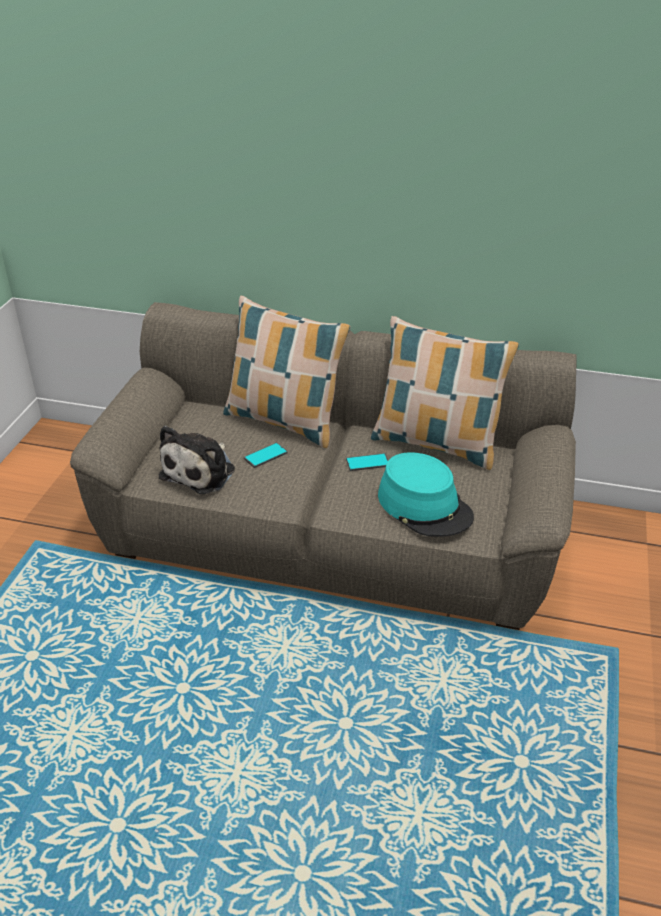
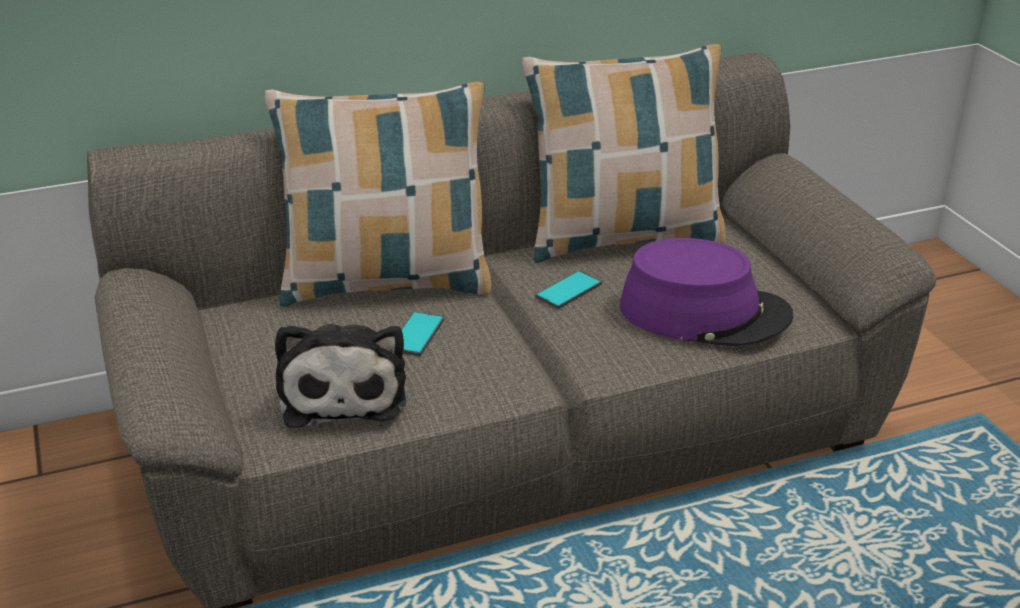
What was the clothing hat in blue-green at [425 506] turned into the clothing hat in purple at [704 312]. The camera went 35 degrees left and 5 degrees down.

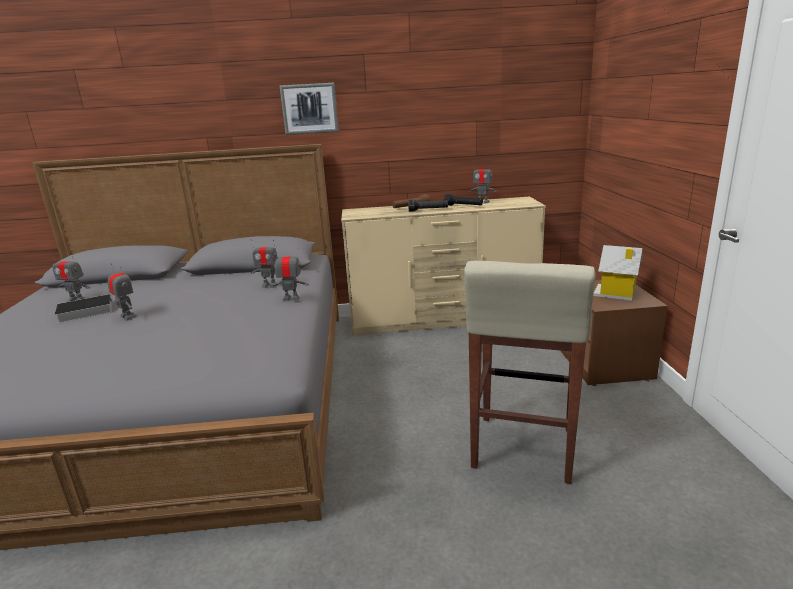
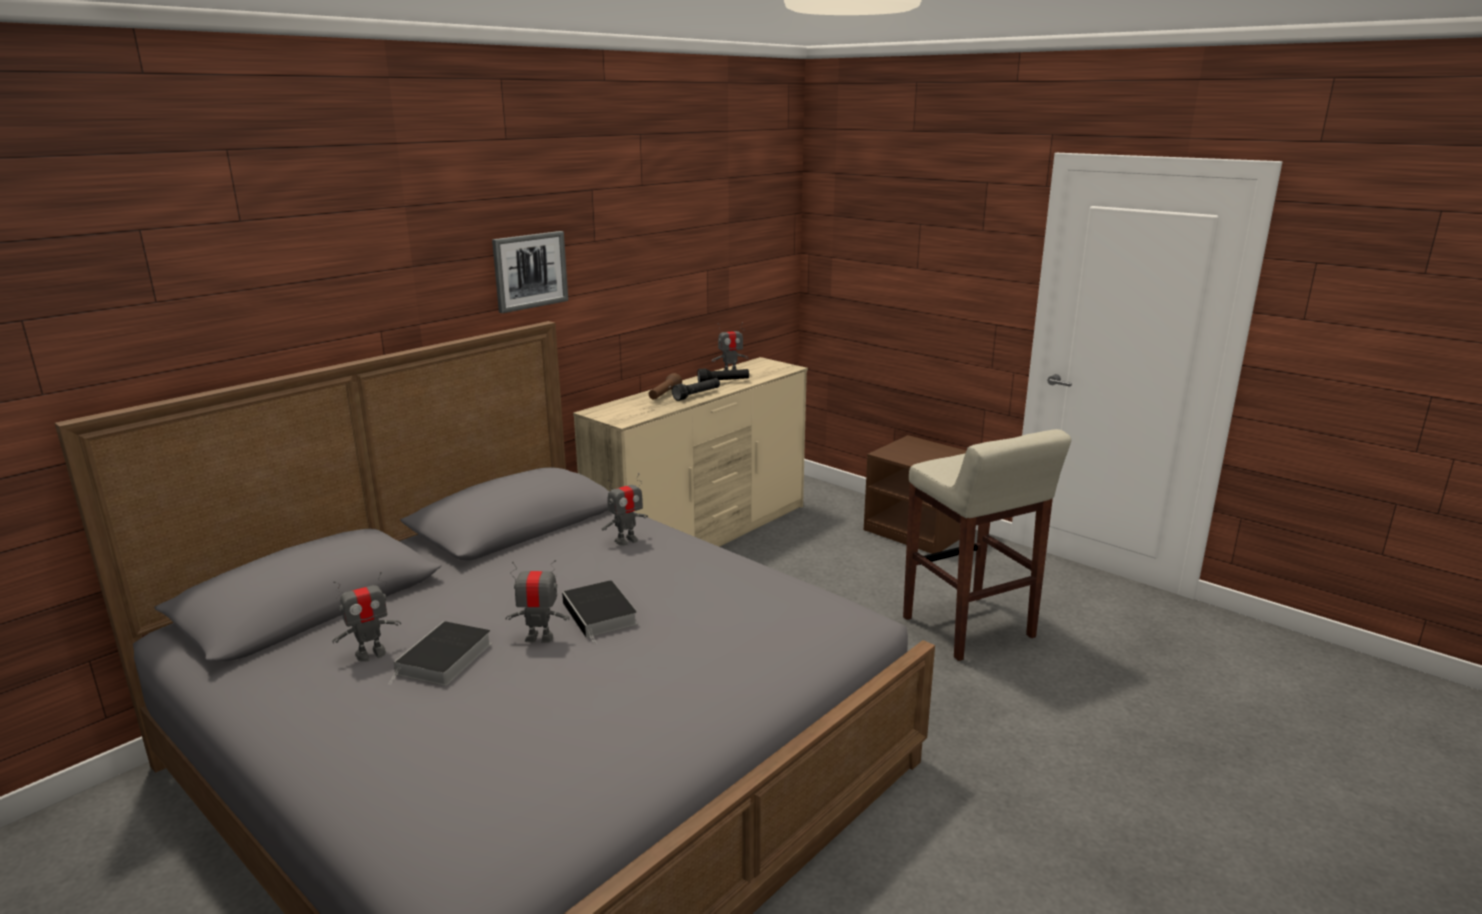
The second view lost the toy robot at [291 298]. The second view lost the model house at [616 293]. The second view gained the book at [601 615]. The camera went 45 degrees left and 0 degrees up.

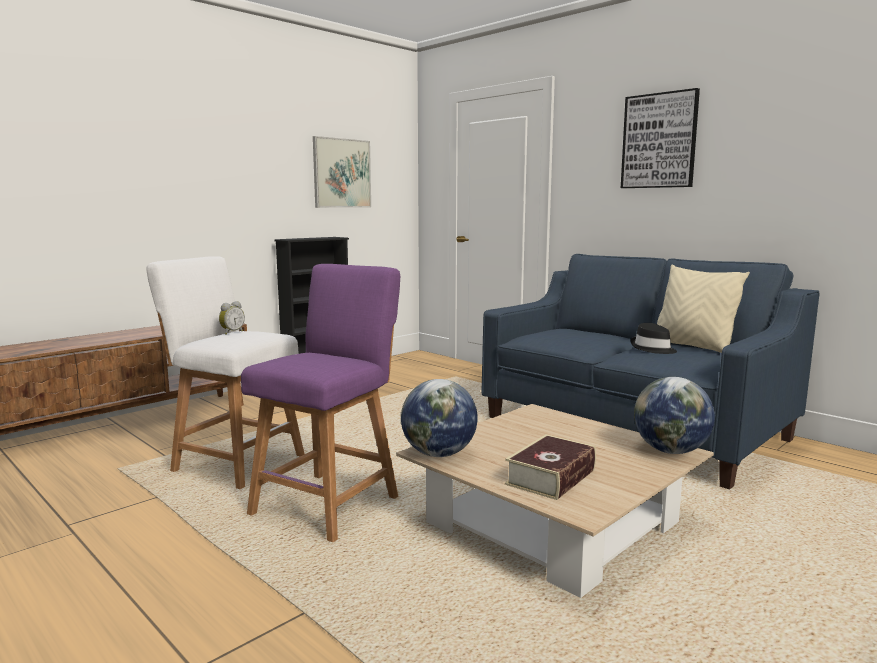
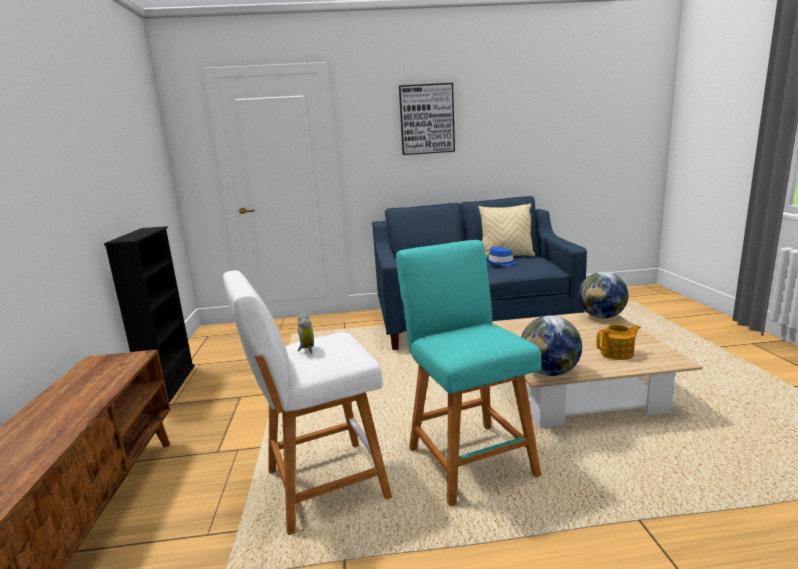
The second view lost the wall picture at [342 173]. Where the book stood at [551 477], the teapot came to stand at [618 353]. What was the stool in purple at [330 503] turned into the stool in blue-green at [468 458]. What was the clothing hat in black-coloured at [653 348] turned into the clothing hat in blue-coloured at [501 263]. The camera went 50 degrees left and 5 degrees up.

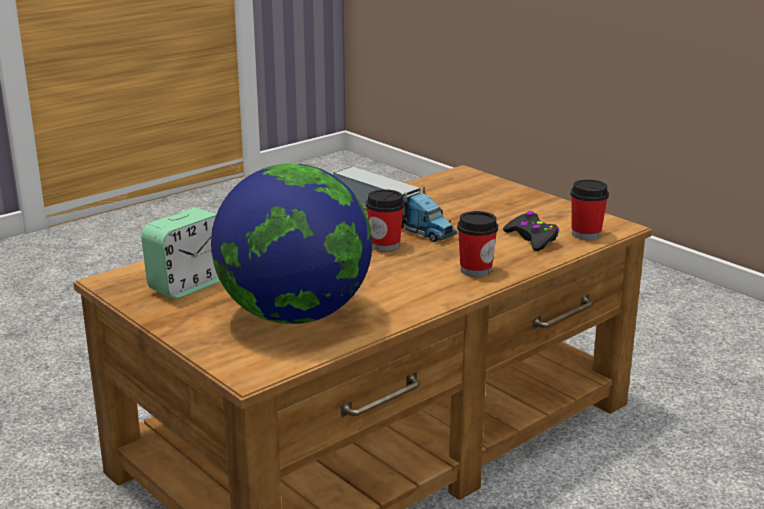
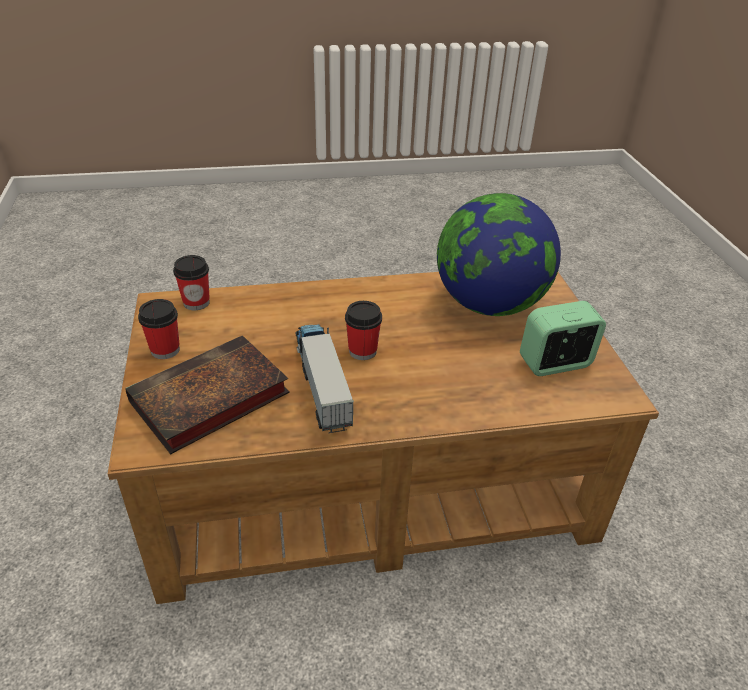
The second view lost the gamepad in black-coloured at [532 239]. The second view gained the book at [207 400]. The small cup ended up elsewhere, having gone from [476 270] to [165 350]. The camera went 150 degrees left and 15 degrees up.

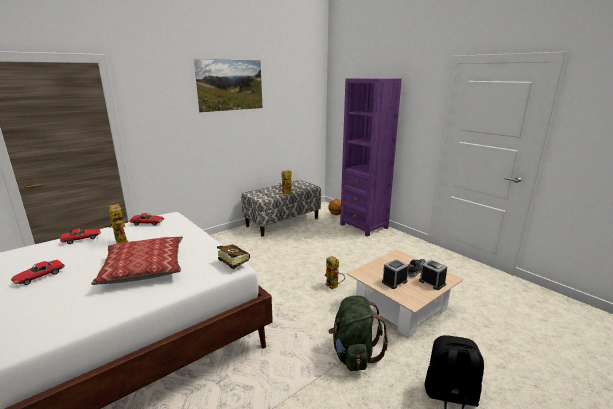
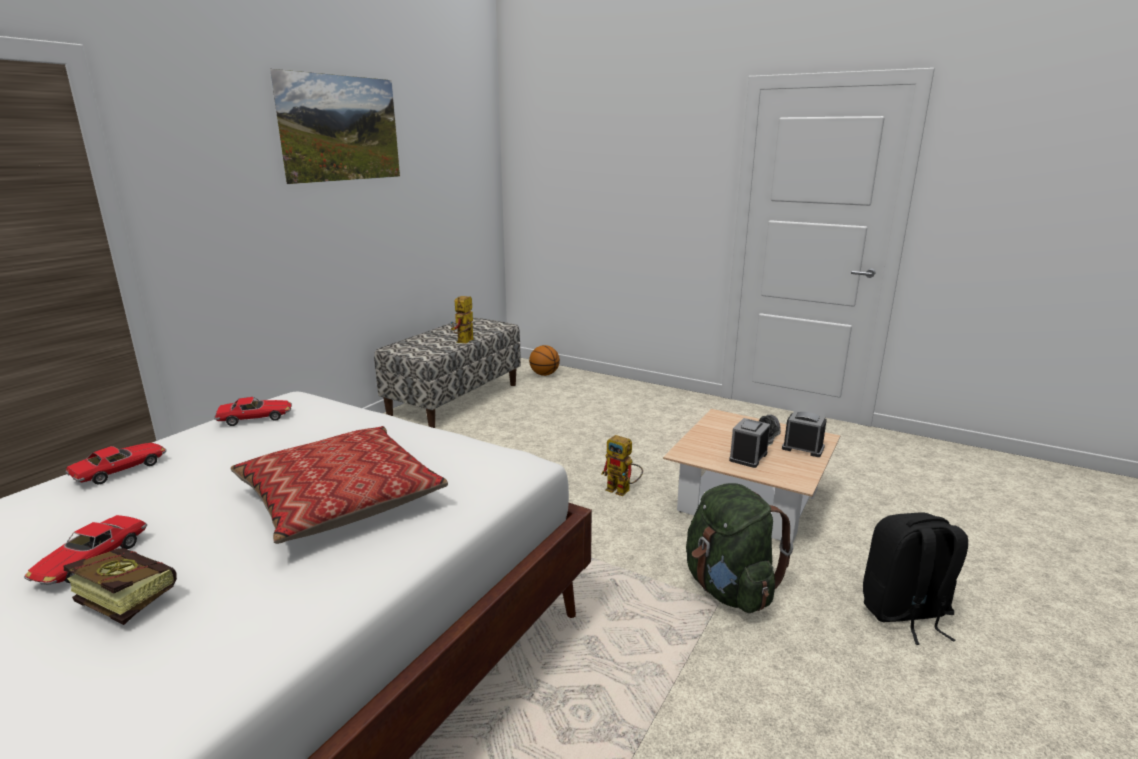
The second view lost the toy robot at [119 241]. The second view lost the bookshelf in purple at [364 226]. The book ended up elsewhere, having gone from [231 262] to [122 599]. The camera went 20 degrees left and 0 degrees up.

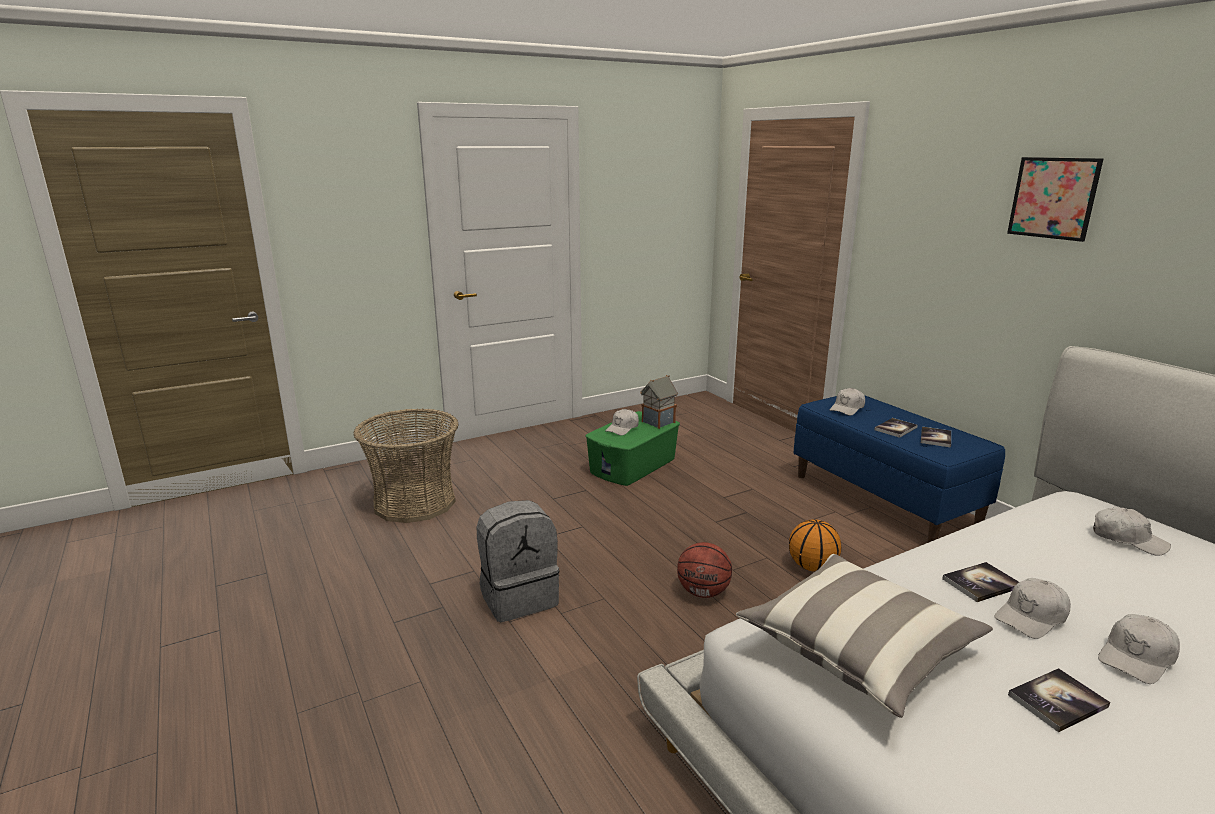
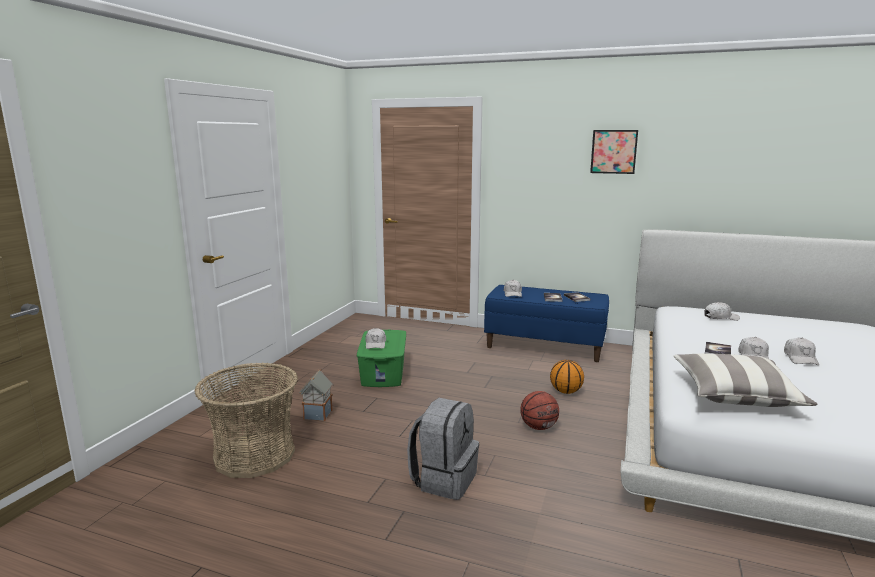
The second view lost the book at [1057 701]. The model house ended up elsewhere, having gone from [658 422] to [318 415]. The camera went 40 degrees left and 5 degrees down.

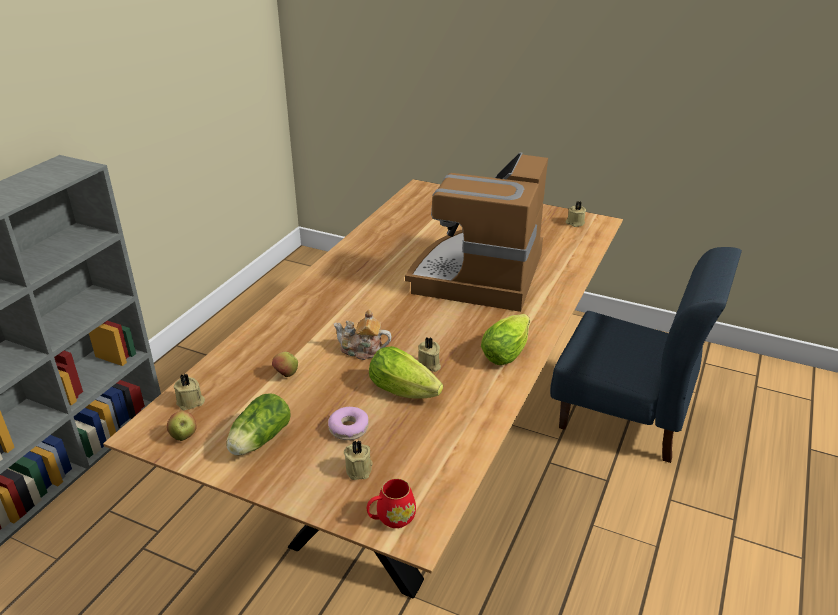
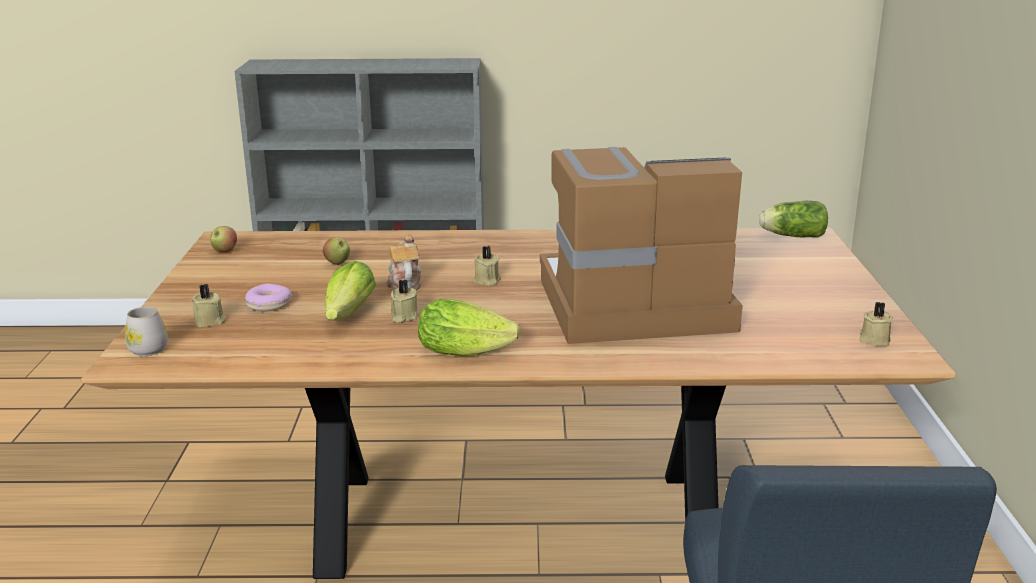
The wax light in sand-coloured ended up elsewhere, having gone from [190 402] to [487 281]. The head of lettuce ended up elsewhere, having gone from [258 441] to [791 236]. What was the mug in red-coloured at [391 518] turned into the mug in white-coloured at [145 348]. The camera went 65 degrees right and 10 degrees down.

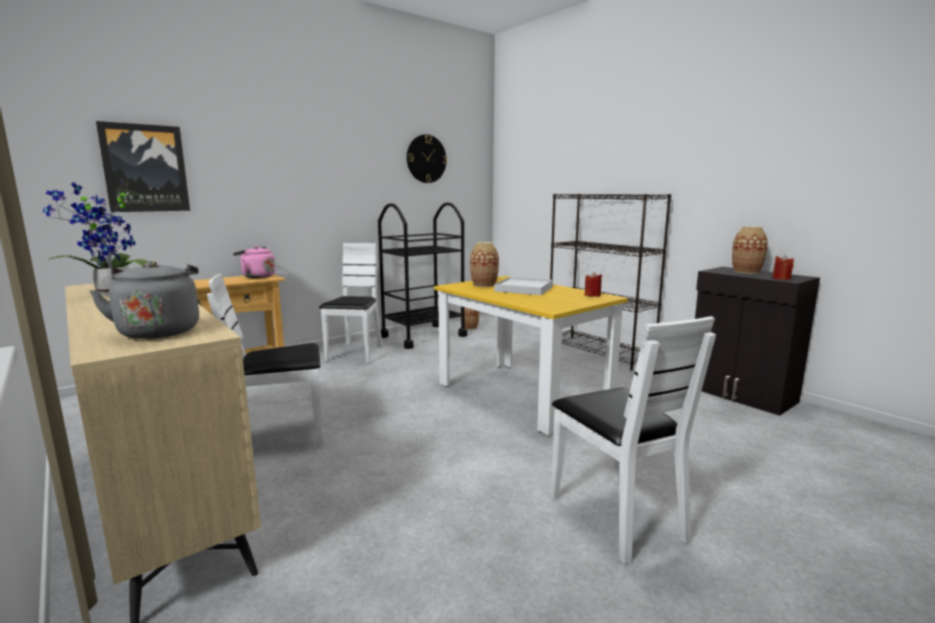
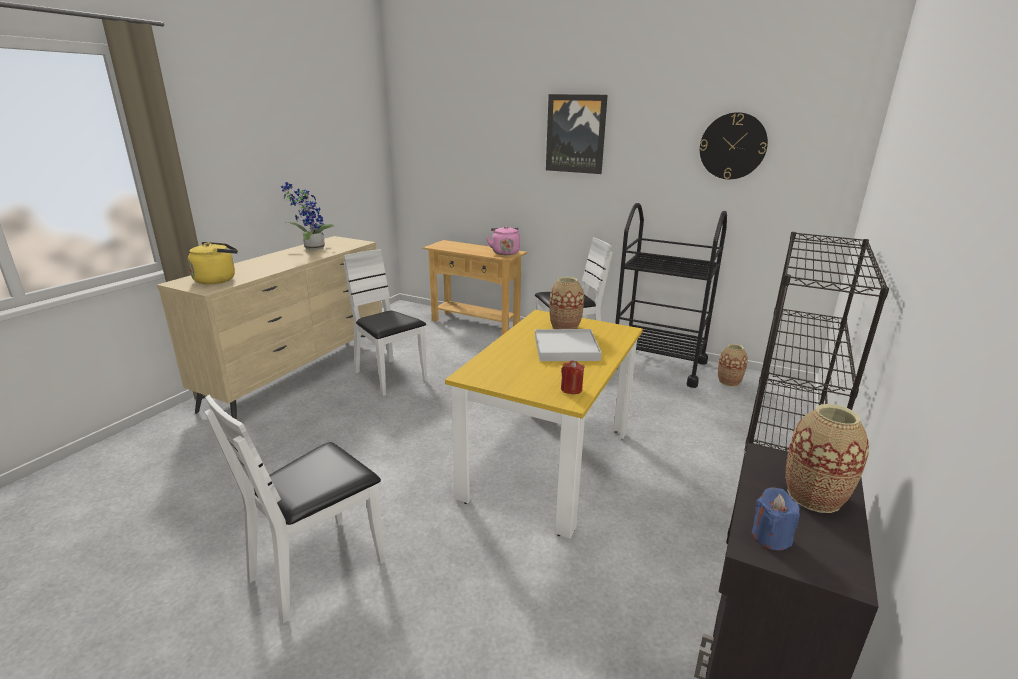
The wall picture ended up elsewhere, having gone from [145 168] to [576 134]. What was the kettle in grey at [160 331] turned into the kettle in yellowish at [218 279]. What was the wax light in red-coloured at [781 278] turned into the wax light in blue-coloured at [770 537]. The camera went 65 degrees right and 10 degrees up.

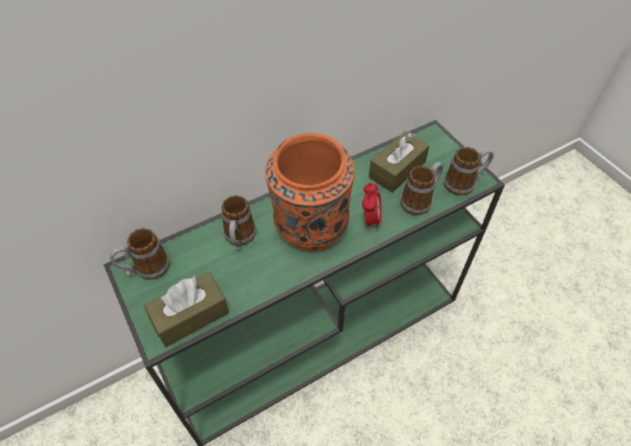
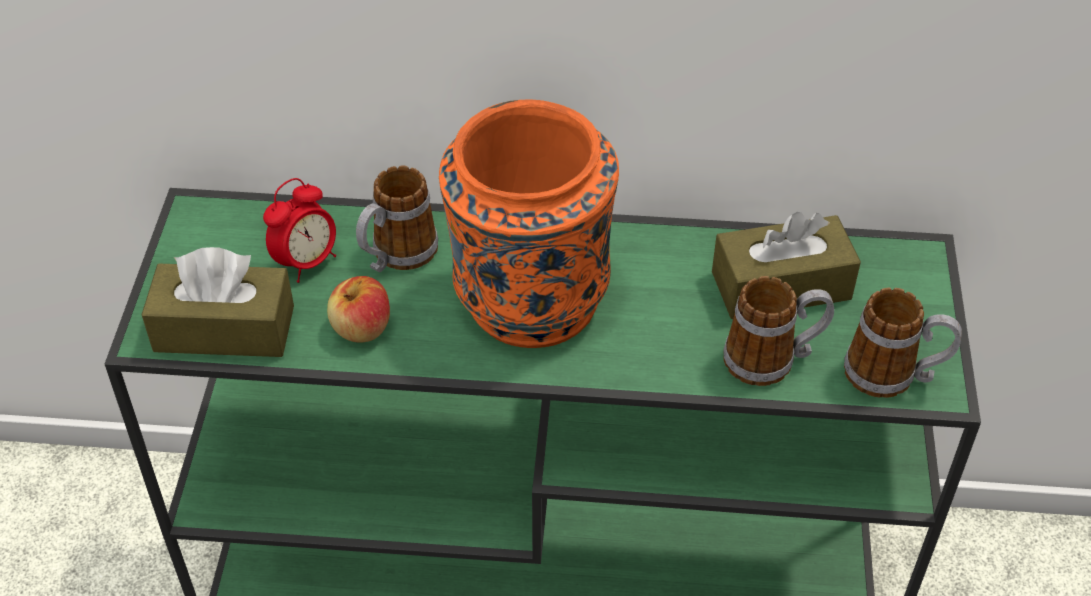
The second view lost the mug at [146 269]. The second view gained the apple at [361 328]. The bedside clock ended up elsewhere, having gone from [370 220] to [306 262]. The camera went 35 degrees right and 5 degrees down.

